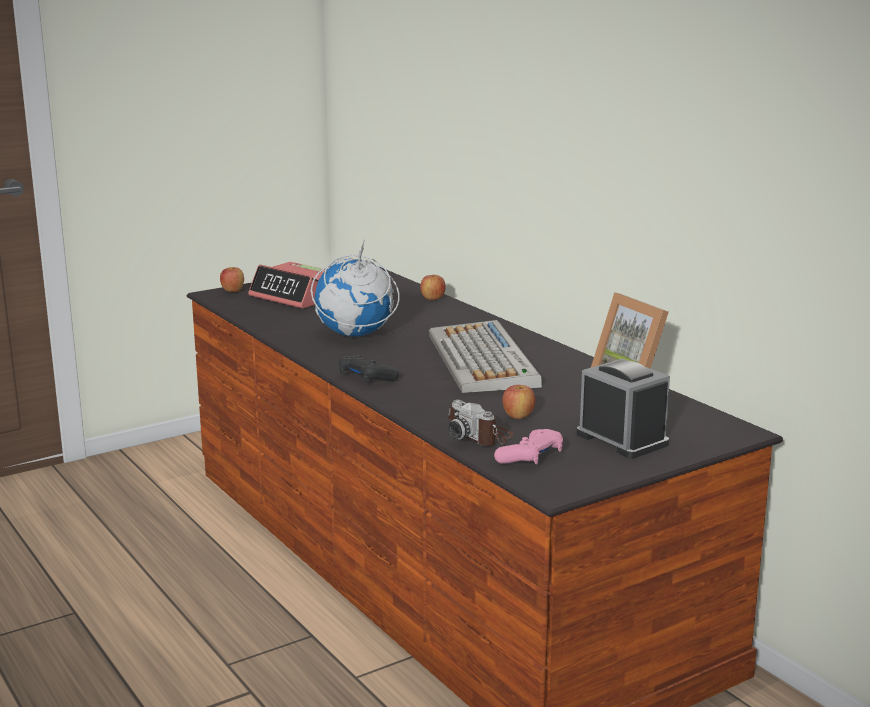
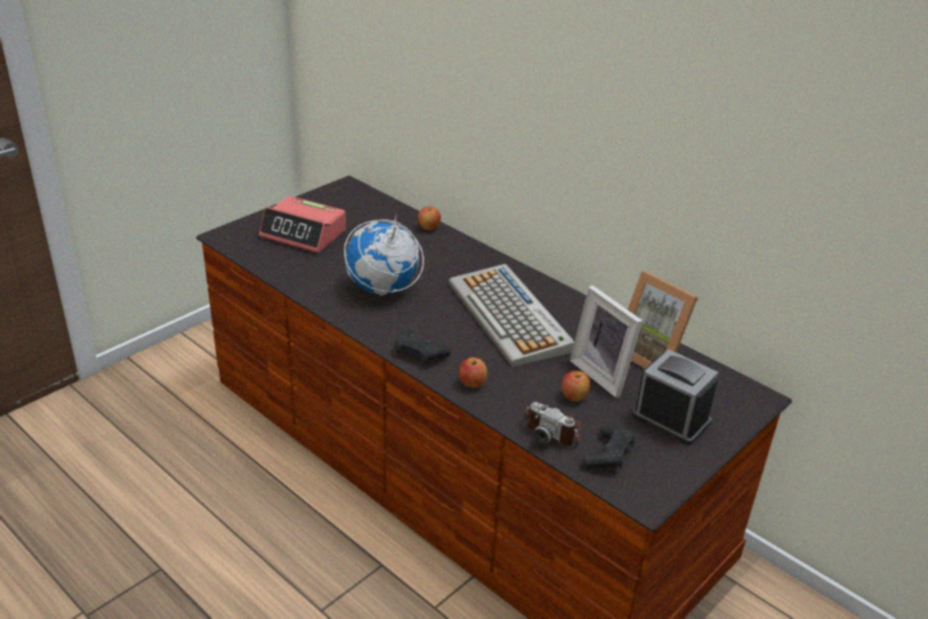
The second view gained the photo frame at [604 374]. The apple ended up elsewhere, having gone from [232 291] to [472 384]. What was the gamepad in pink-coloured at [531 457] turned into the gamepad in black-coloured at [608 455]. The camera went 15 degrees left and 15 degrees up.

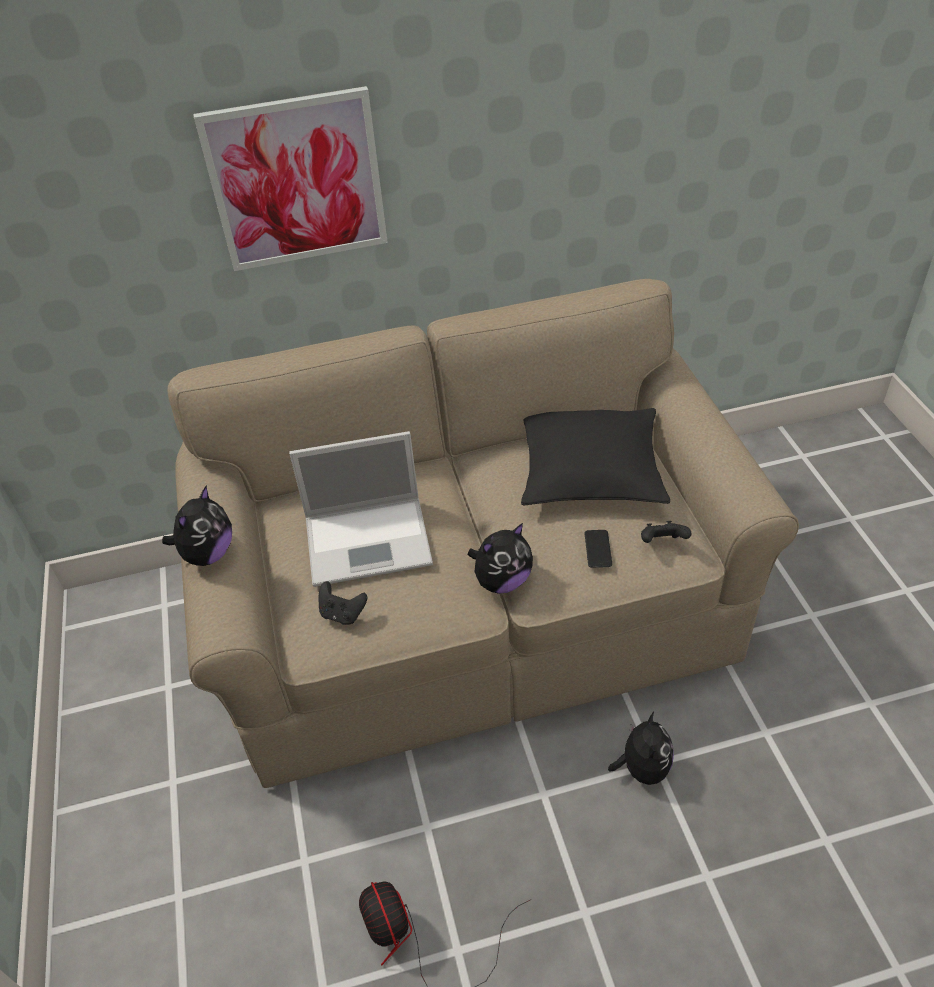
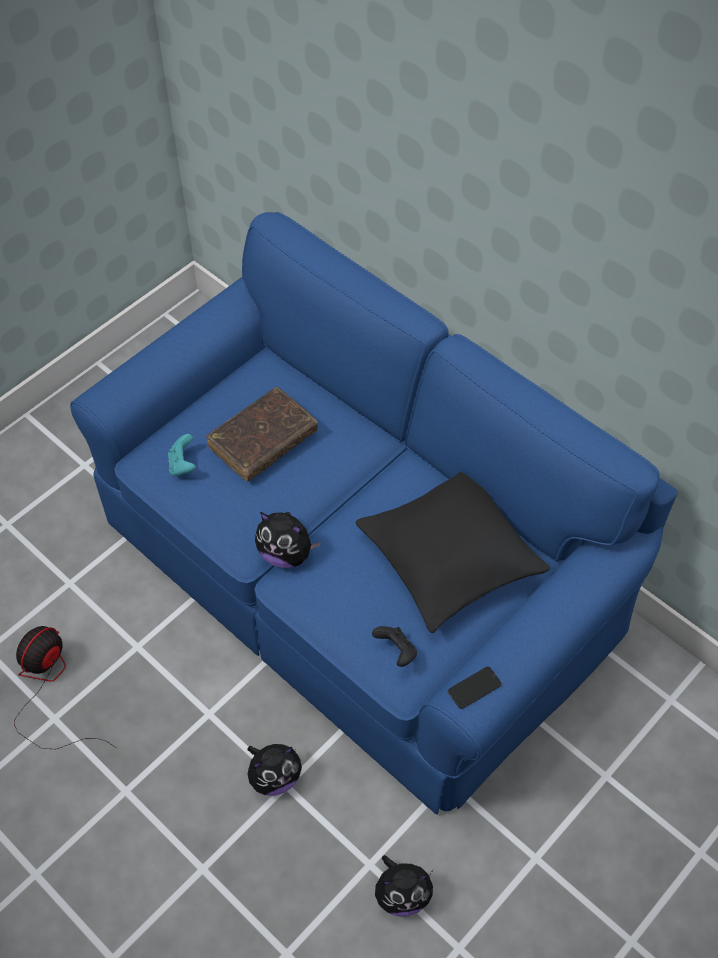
The second view lost the wall picture at [296 181]. The plush toy ended up elsewhere, having gone from [207 554] to [402 894]. The telephone ended up elsewhere, having gone from [598 549] to [474 688]. Where the notebook computer stood at [370 540], the book in brown-coloured came to stand at [263 441]. What was the settee in sand-coloured at [476 607] turned into the settee in blue-coloured at [360 571]. What was the gamepad in black-coloured at [342 614] turned into the gamepad in blue-green at [183 465]. The camera went 55 degrees right and 10 degrees up.

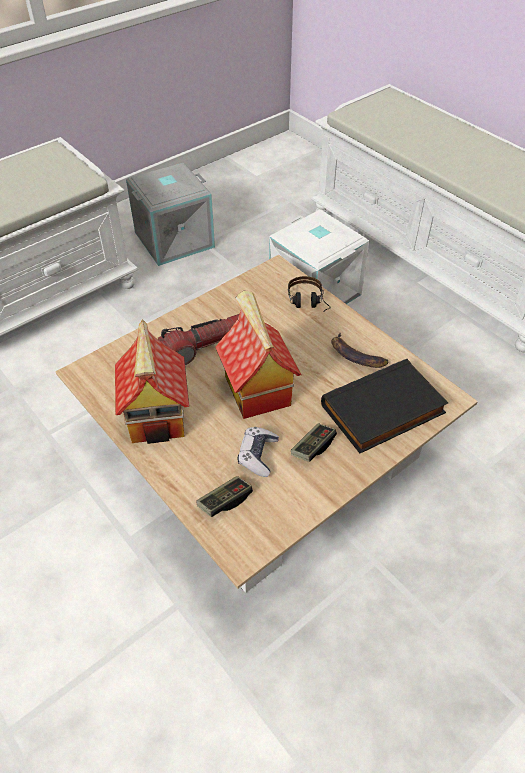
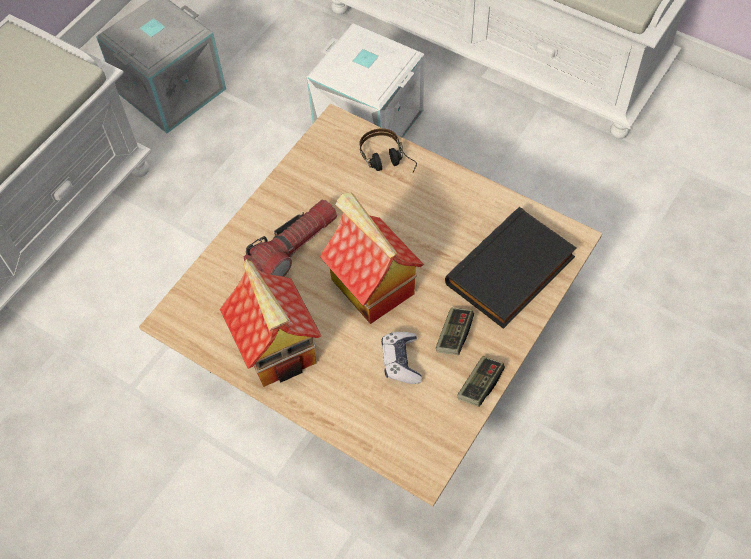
The second view lost the banana fruit at [355 356]. The gamepad ended up elsewhere, having gone from [225 501] to [480 385]. The camera went 15 degrees left and 10 degrees up.

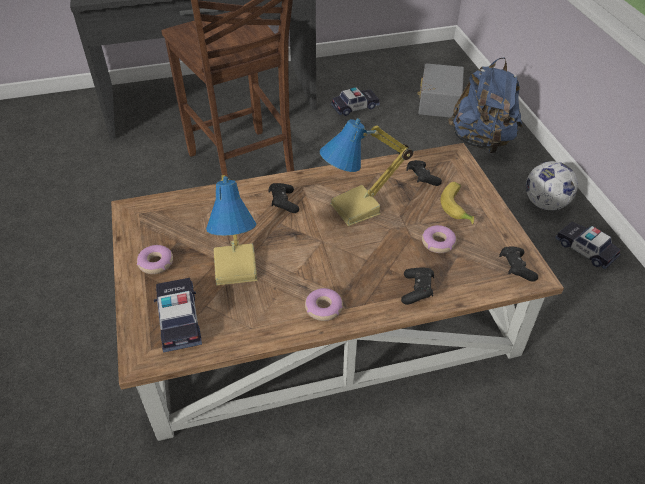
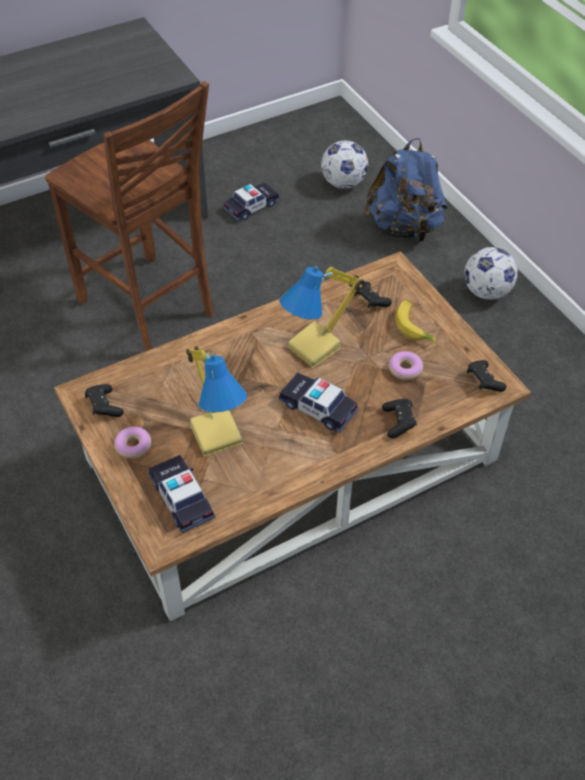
The second view lost the doughnut at [323 308]. The gamepad in black-coloured ended up elsewhere, having gone from [283 203] to [104 406]. The miniature car ended up elsewhere, having gone from [585 249] to [317 407]. Where the storage container in grey stood at [438 101], the football came to stand at [343 183]. The camera went 15 degrees left and 5 degrees up.

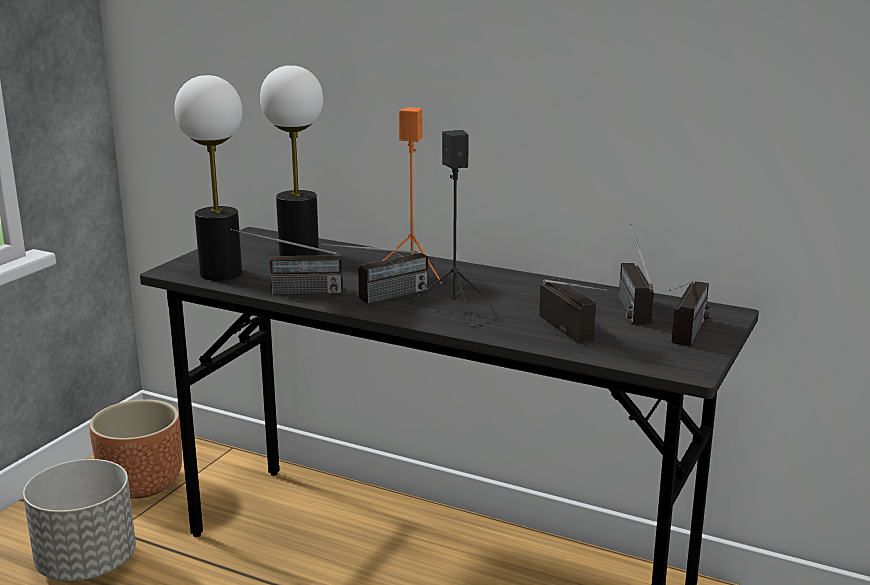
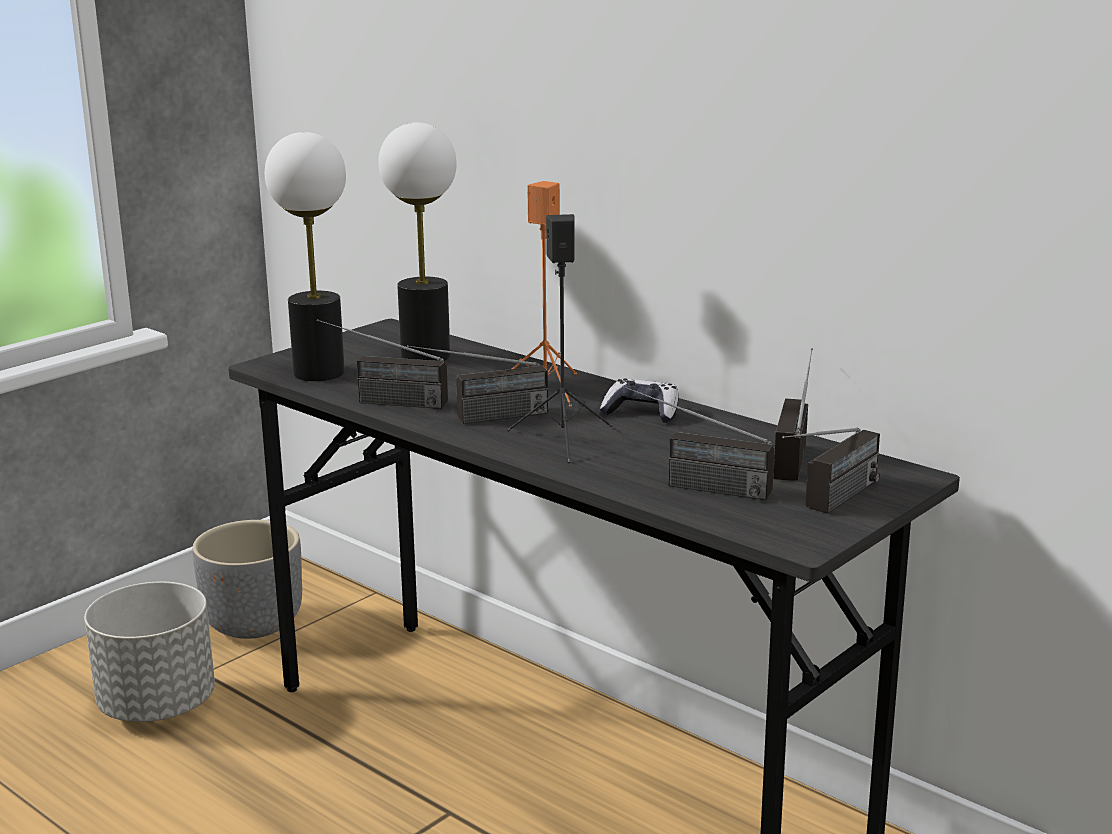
The second view gained the gamepad at [642 412]. What was the flower pot in brown-coloured at [143 485] turned into the flower pot in grey at [255 623]. The radio at [578 335] ended up facing another way, 120 degrees clockwise from before. The camera went 15 degrees right and 0 degrees up.

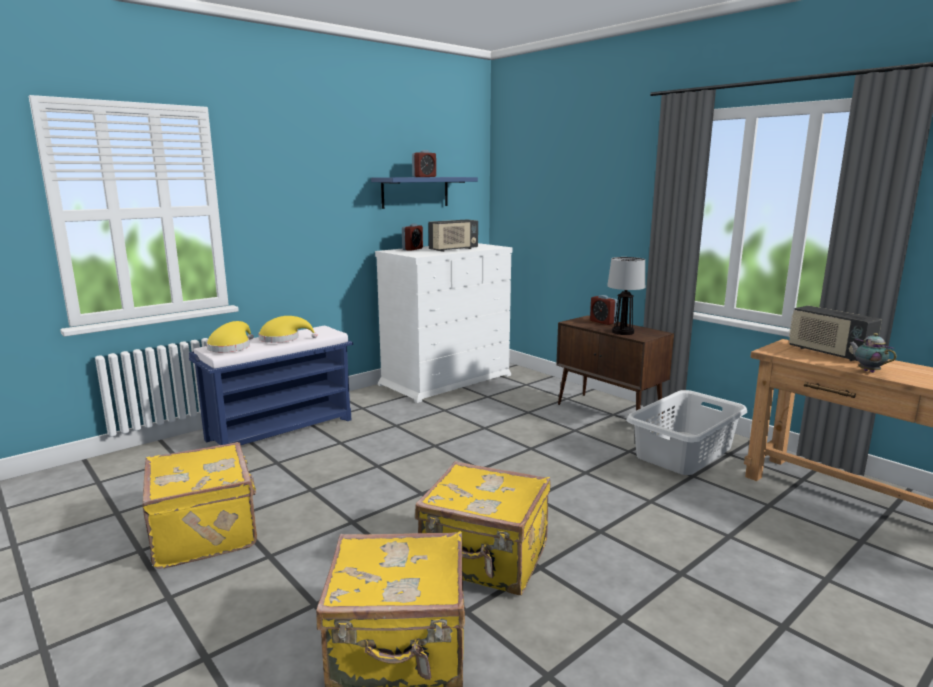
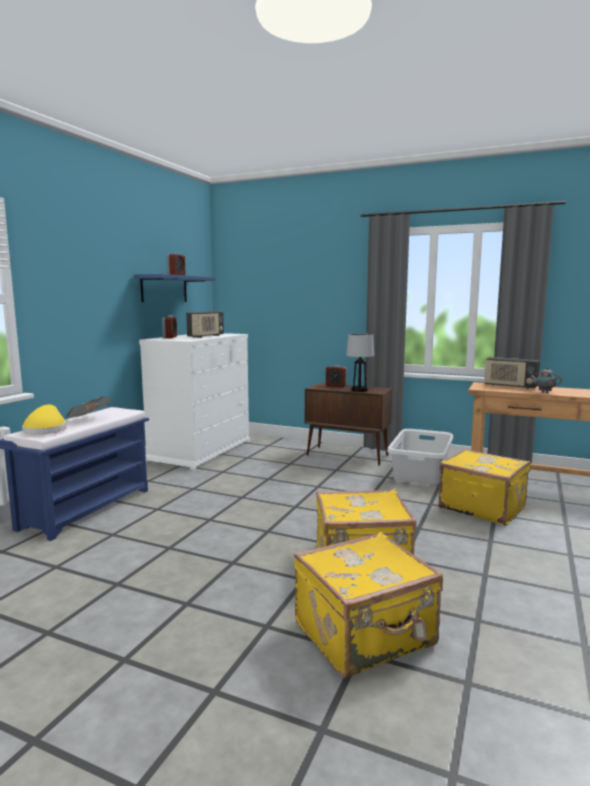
The suitcase in yellowish ended up elsewhere, having gone from [206 531] to [482 507]. Where the clothing hat in yellowish stood at [283 339], the printed paper came to stand at [89 419]. The camera went 25 degrees left and 5 degrees down.

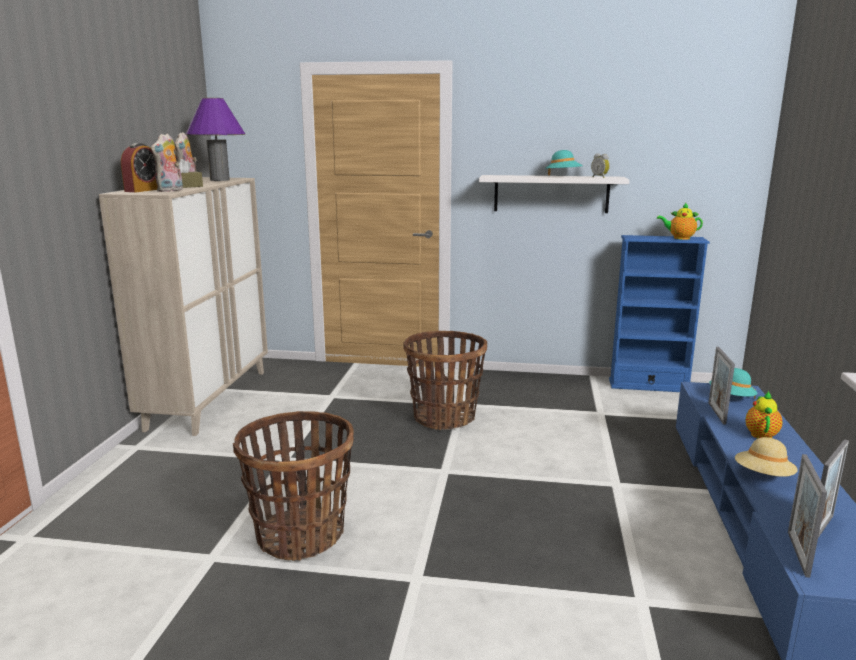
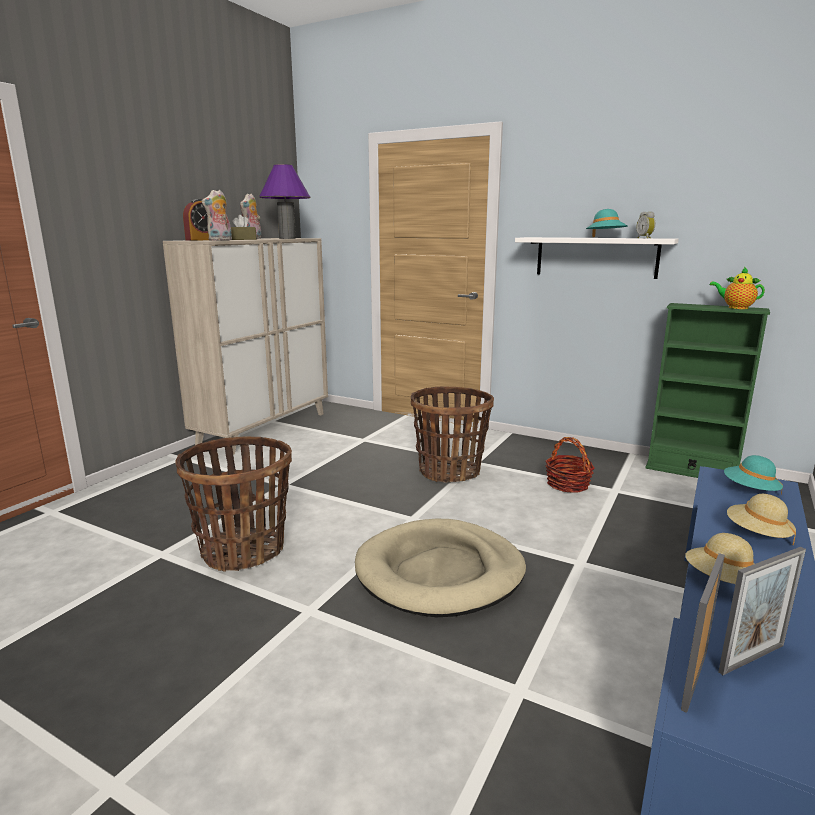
The second view lost the photo frame at [716 413]. The second view gained the pet bed in sand-coloured at [440 572]. The second view gained the storage basket at [568 484]. Where the teapot stood at [761 434], the clothing hat in sand-coloured came to stand at [757 534]. What was the bookshelf in blue-coloured at [648 385] turned into the bookshelf in green-coloured at [691 471]. The camera went 20 degrees right and 0 degrees up.

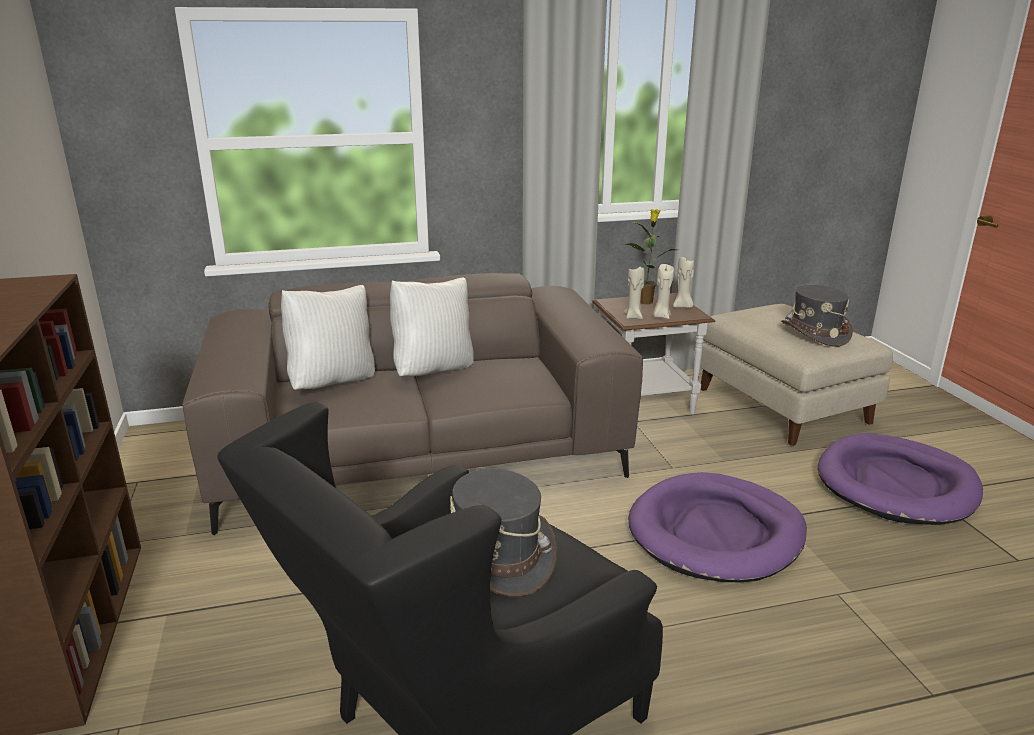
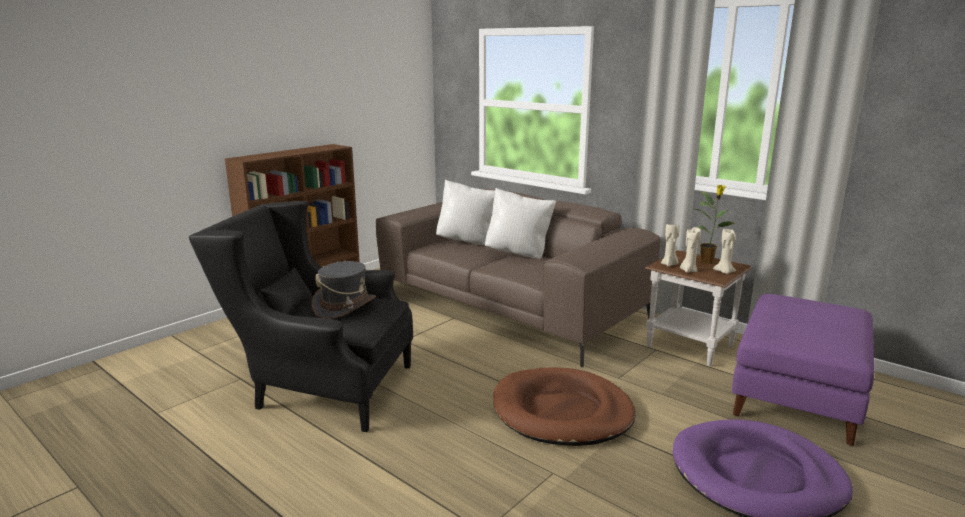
The second view lost the clothing hat in grey at [814 333]. What was the pet bed in purple at [716 533] turned into the pet bed in brown-coloured at [562 412]. What was the footrest in sand-coloured at [783 407] turned into the footrest in purple at [797 398]. The camera went 55 degrees right and 5 degrees down.

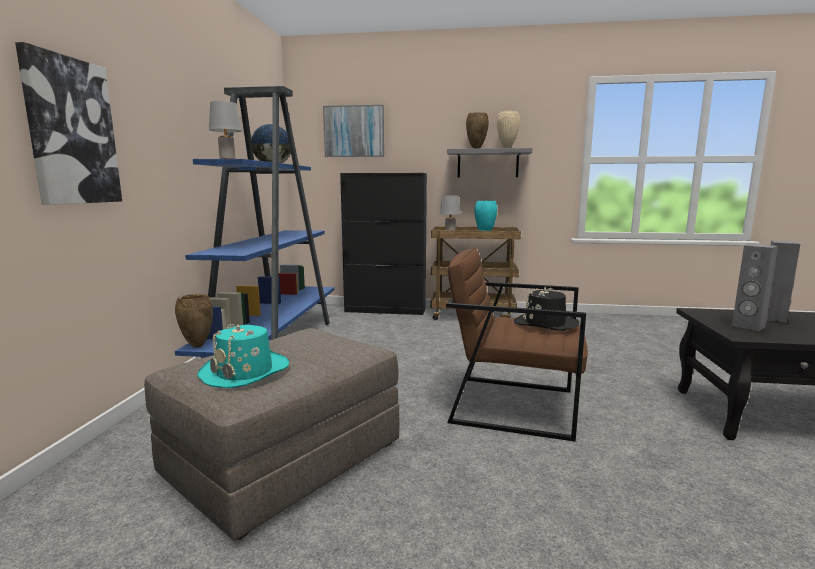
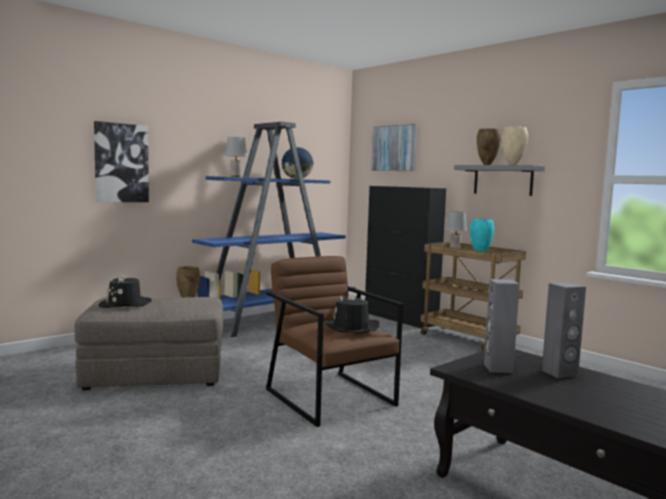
What was the clothing hat in blue-green at [245 371] turned into the clothing hat in black-coloured at [125 304]. The camera went 40 degrees right and 5 degrees down.

